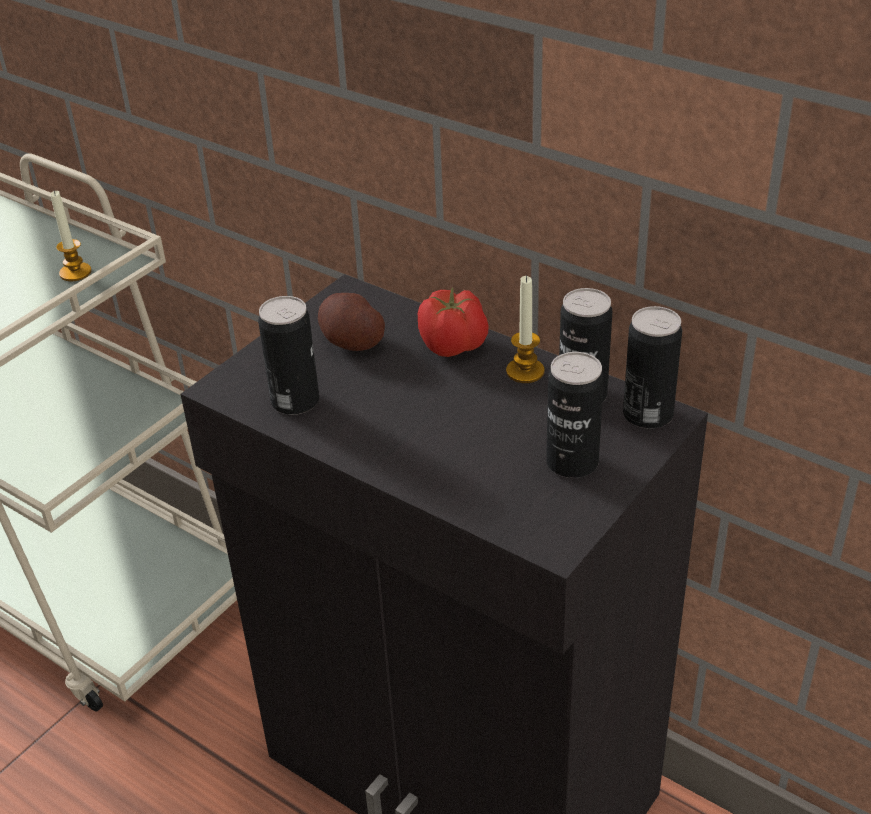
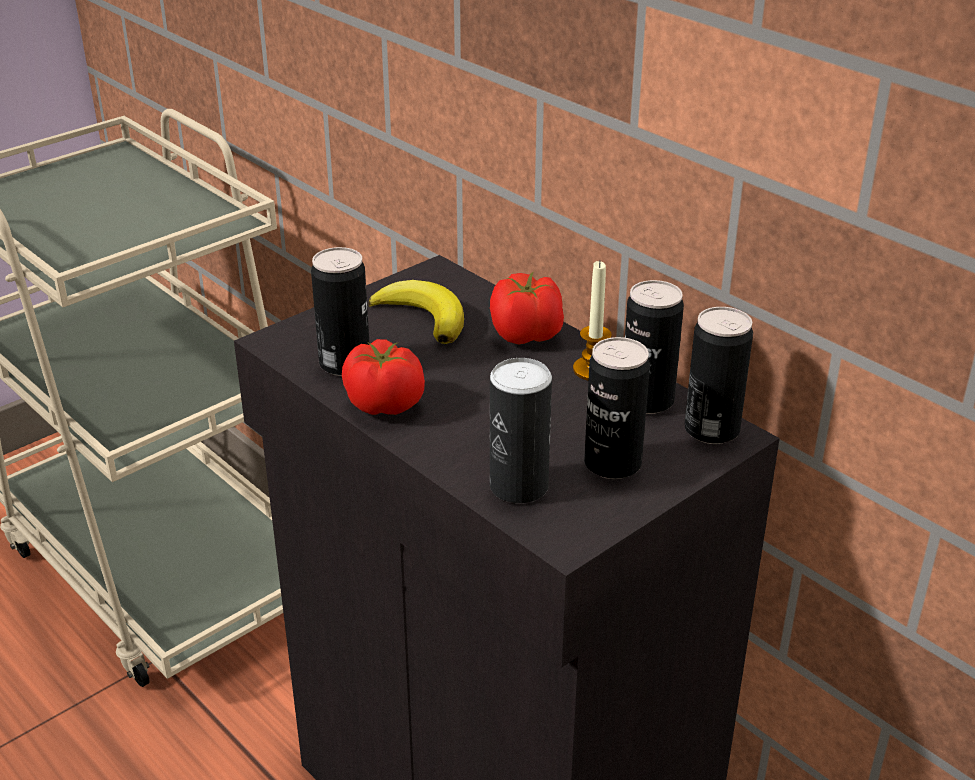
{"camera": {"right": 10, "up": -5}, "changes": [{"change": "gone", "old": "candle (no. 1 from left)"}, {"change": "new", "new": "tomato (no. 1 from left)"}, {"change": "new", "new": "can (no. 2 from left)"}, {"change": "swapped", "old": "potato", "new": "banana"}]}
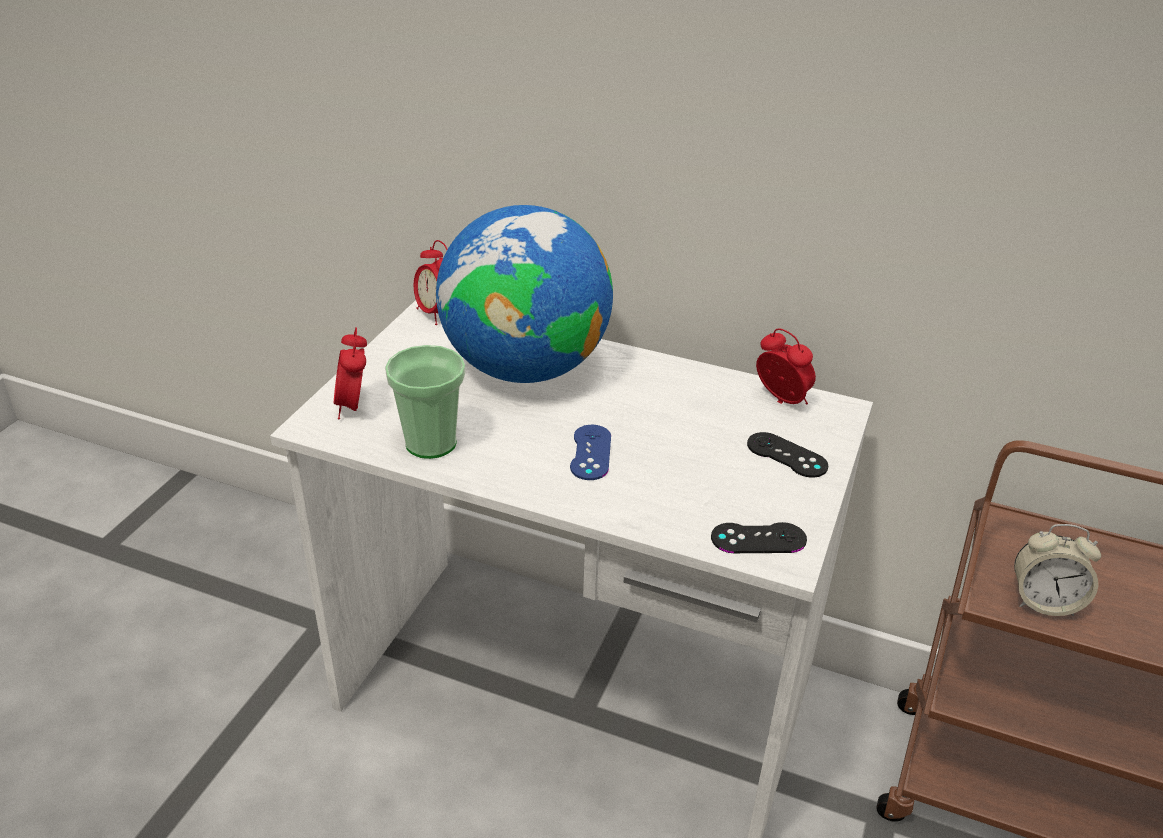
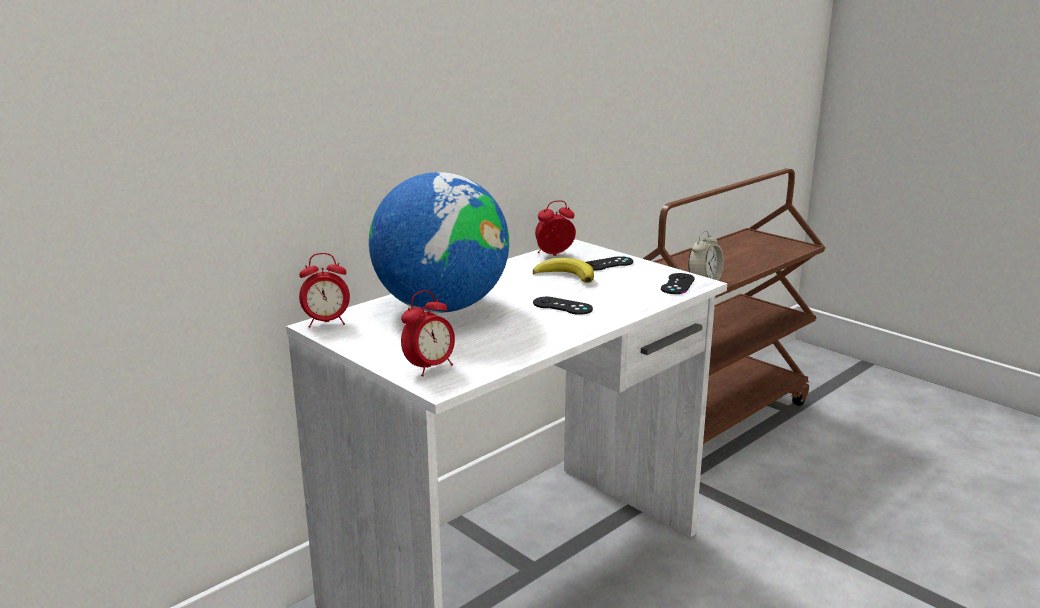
{"camera": {"right": -65, "up": -15}, "changes": [{"change": "gone", "old": "cup"}, {"change": "new", "new": "banana"}, {"change": "repainted", "old": "blue game controller", "new": "black game controller (no. 1 from left)"}, {"change": "rotated", "old": "alarm clock (no. 1 from left in the first image)", "degrees": -60}]}
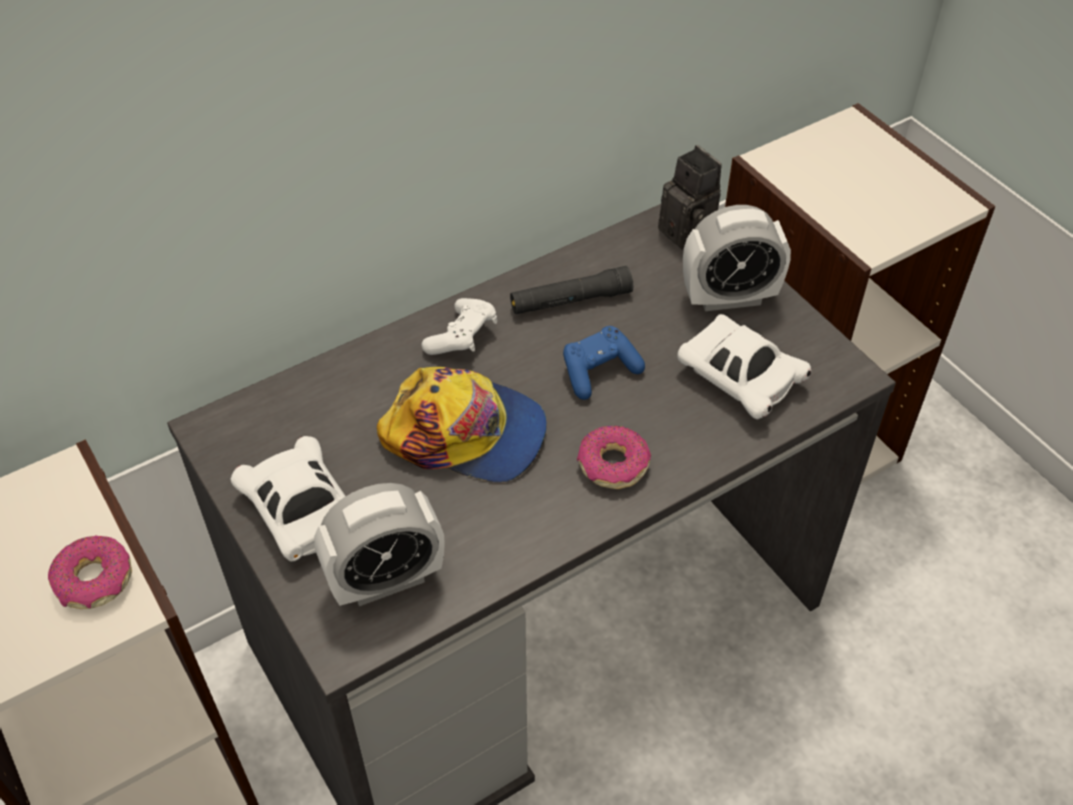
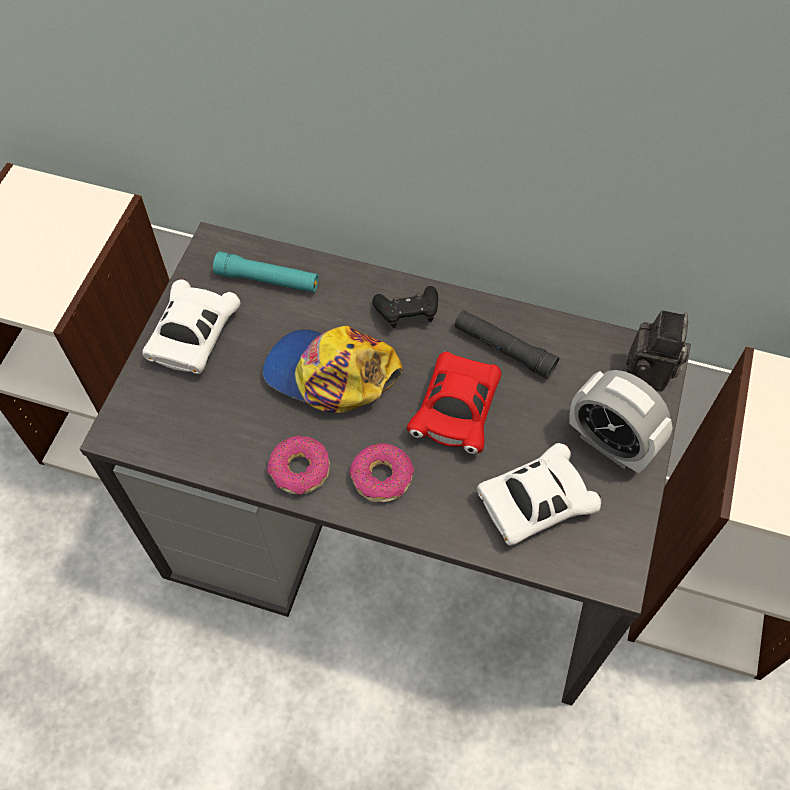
{"camera": {"right": 50, "up": 10}, "changes": [{"change": "gone", "old": "alarm clock (no. 1 from left)"}, {"change": "new", "new": "turquoise flashlight"}, {"change": "shifted", "old": "donut (no. 1 from left)"}, {"change": "swapped", "old": "blue game controller", "new": "red toy car"}, {"change": "repainted", "old": "white game controller", "new": "black game controller"}, {"change": "rotated", "old": "cap", "degrees": 135}, {"change": "rotated", "old": "white toy car (no. 2 from left)", "degrees": -120}]}
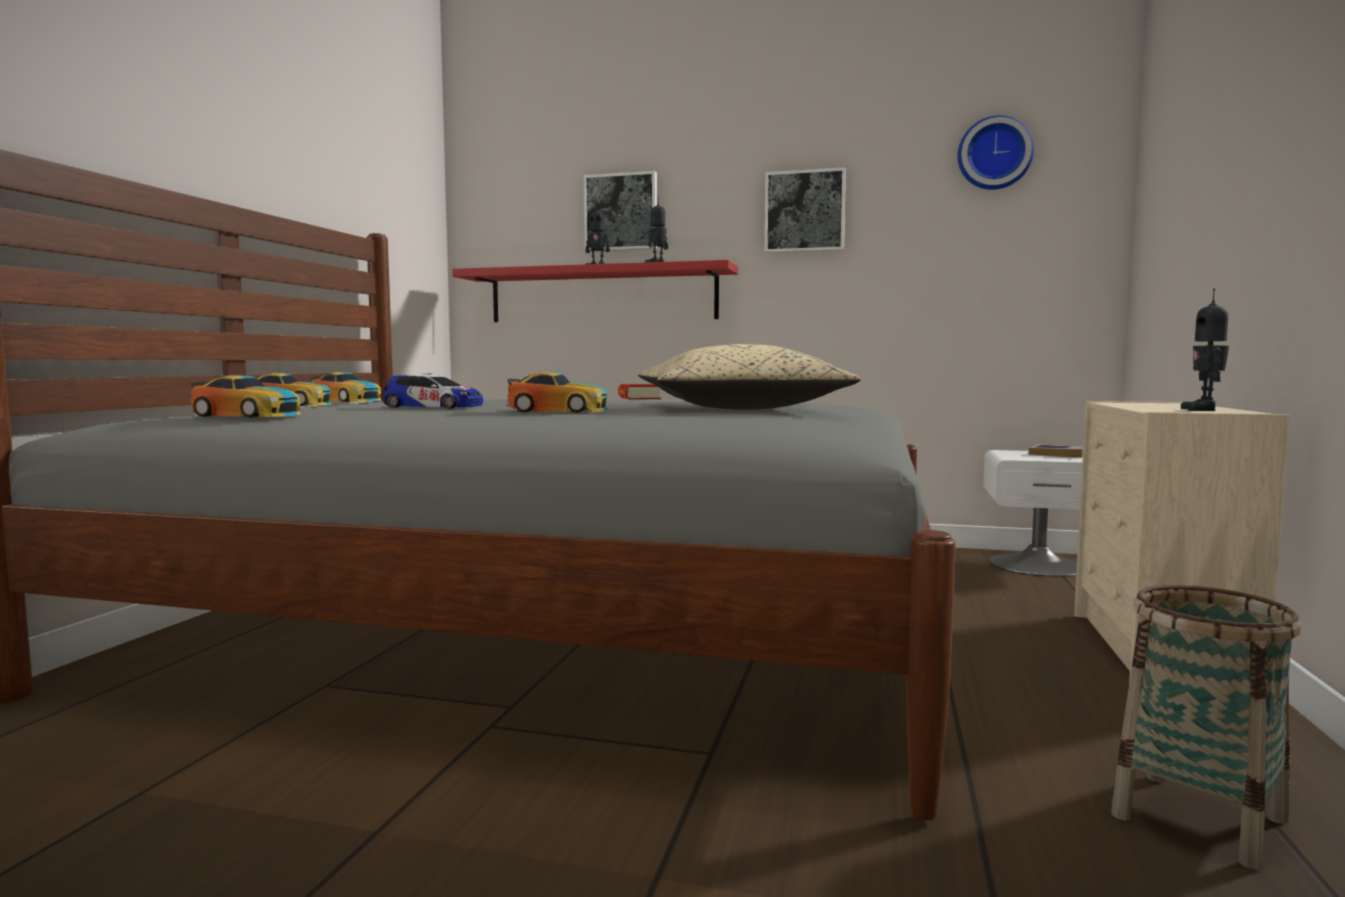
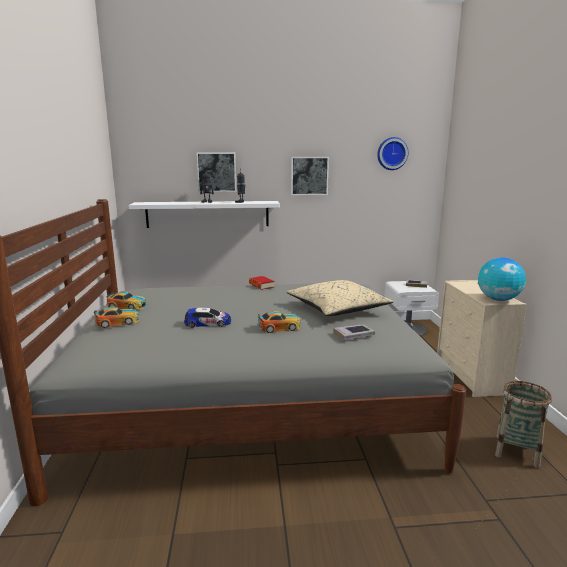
{"camera": {"right": -20, "up": 10}, "changes": [{"change": "gone", "old": "toy car (no. 1 from left)"}, {"change": "new", "new": "book (no. 2 from left)"}, {"change": "swapped", "old": "toy robot (no. 3 from left)", "new": "globe"}, {"change": "repainted", "old": "red shelf", "new": "white shelf"}]}
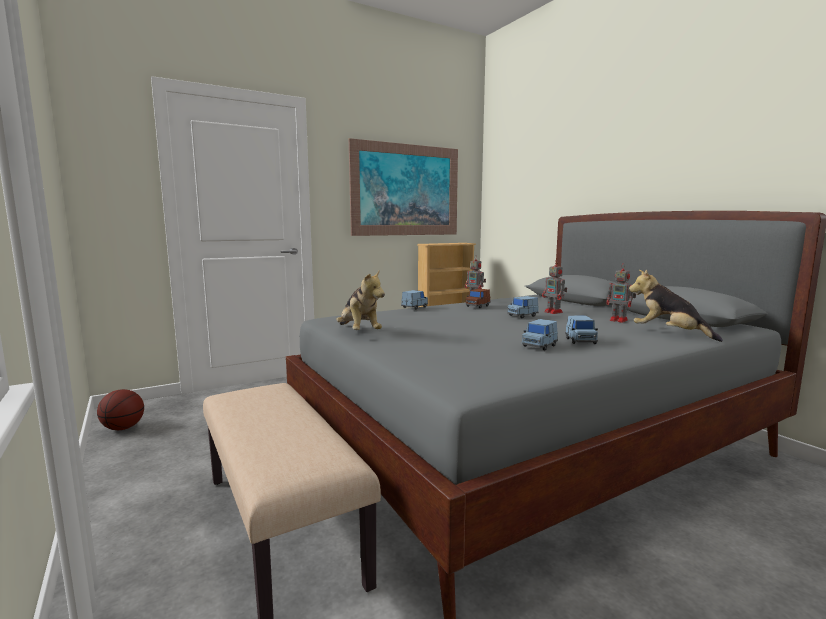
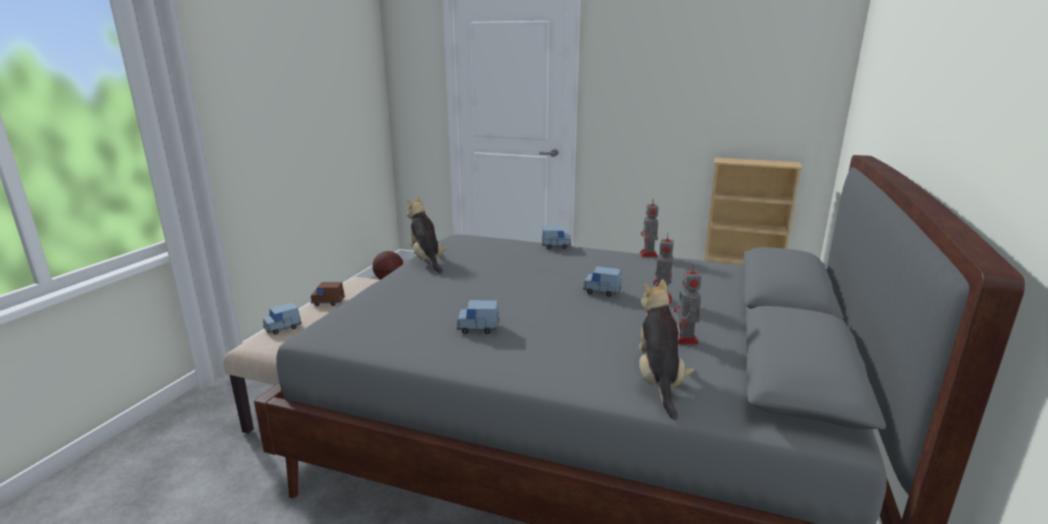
{"camera": {"right": 50, "up": 10}, "changes": [{"change": "gone", "old": "picture"}, {"change": "shifted", "old": "brown toy car"}, {"change": "shifted", "old": "blue toy car (no. 4 from left in the first image)", "new": "blue toy car (no. 1 from left)"}, {"change": "rotated", "old": "plush toy (no. 1 from left)", "degrees": 135}]}
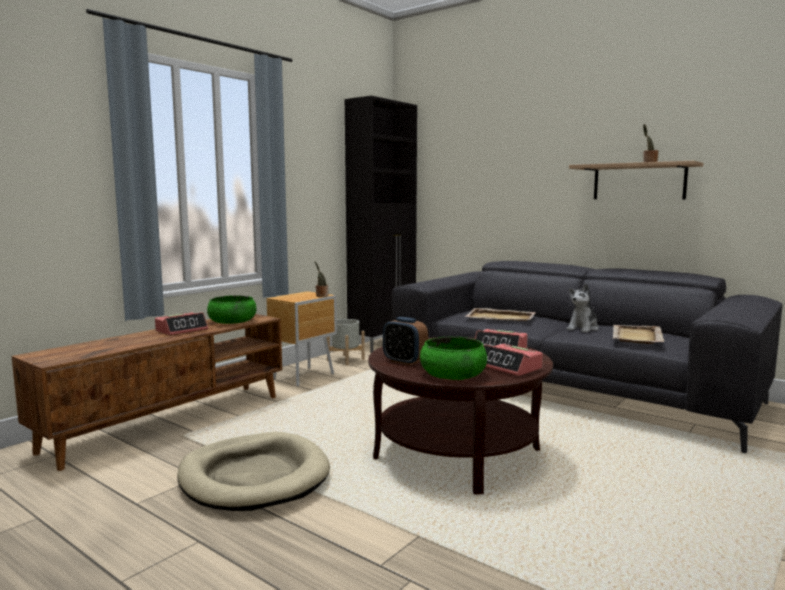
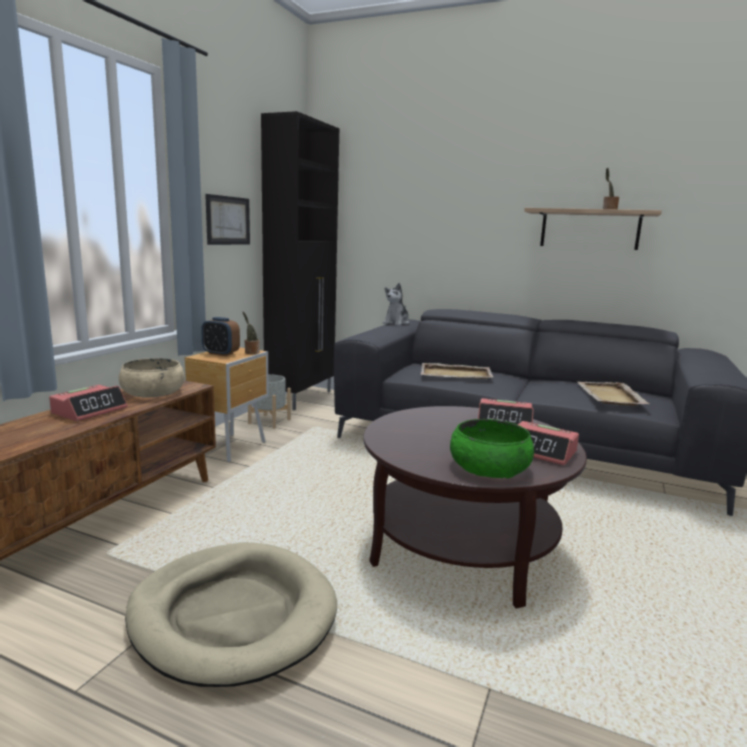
{"camera": {"right": -15, "up": 5}, "changes": [{"change": "new", "new": "picture"}, {"change": "shifted", "old": "alarm clock (no. 2 from left)"}, {"change": "shifted", "old": "plush toy"}, {"change": "repainted", "old": "green bowl (no. 1 from left)", "new": "beige bowl"}]}
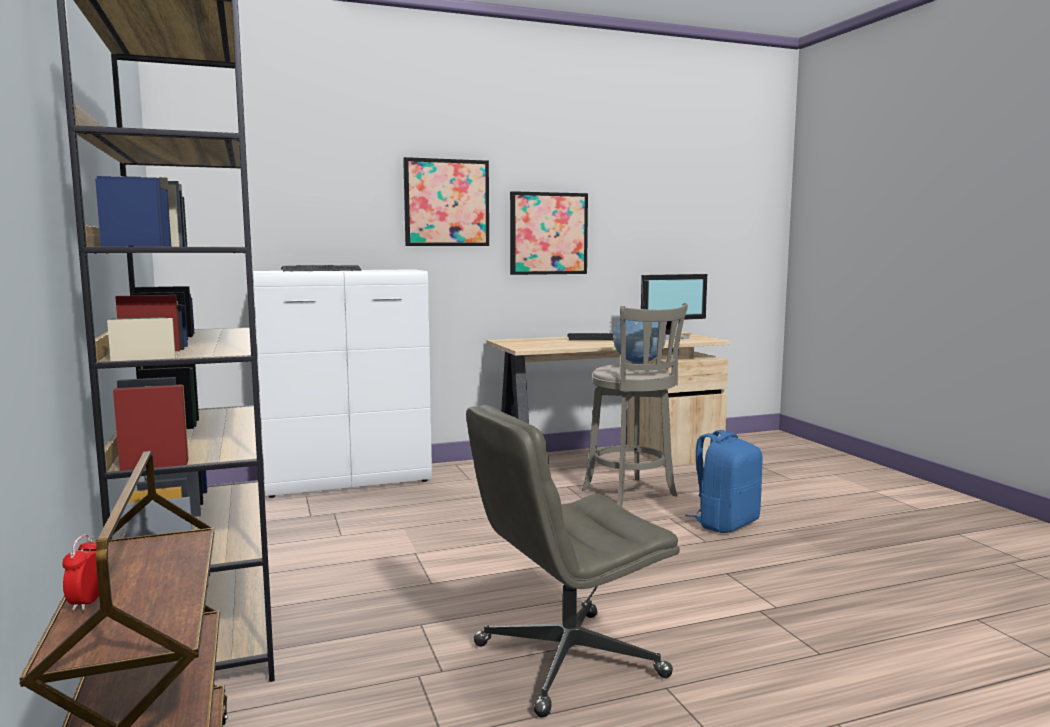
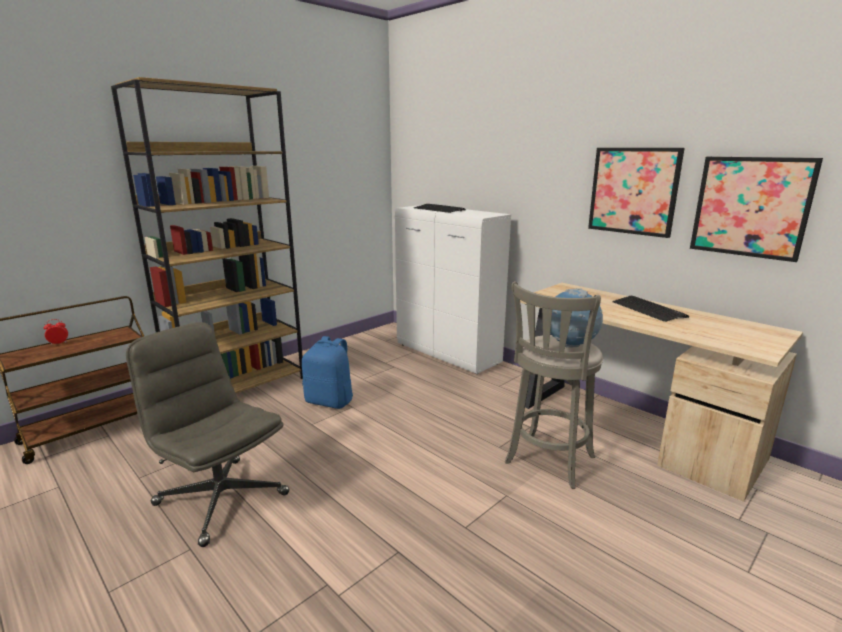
{"camera": {"right": 65, "up": 10}, "changes": [{"change": "gone", "old": "monitor"}, {"change": "shifted", "old": "picture (no. 1 from left in the first image)", "new": "picture (no. 2 from left)"}, {"change": "shifted", "old": "blue backpack"}]}
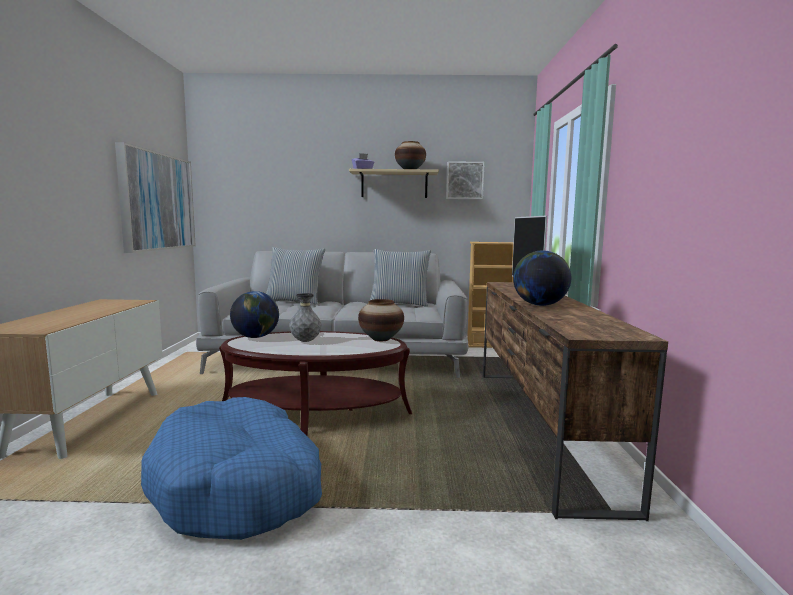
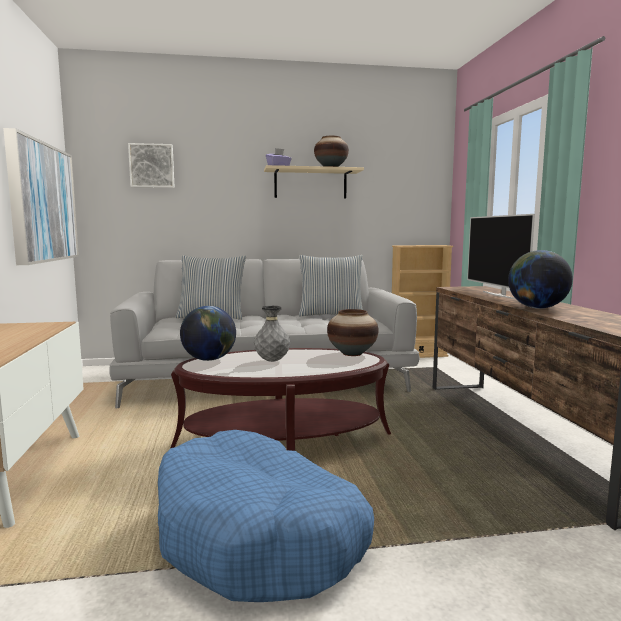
{"camera": {"right": -10, "up": 0}, "changes": [{"change": "shifted", "old": "picture (no. 2 from left)"}]}
